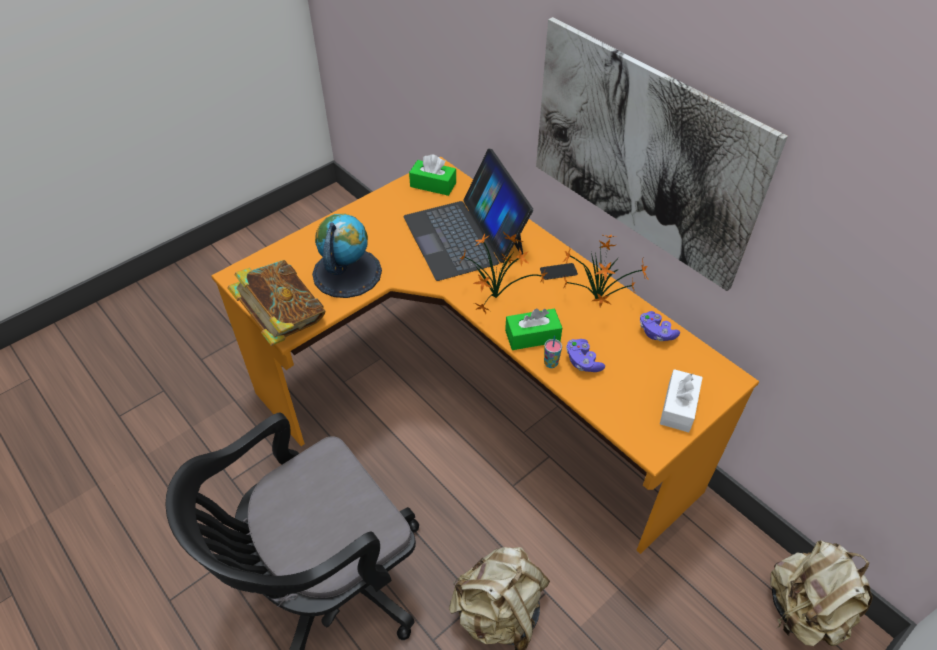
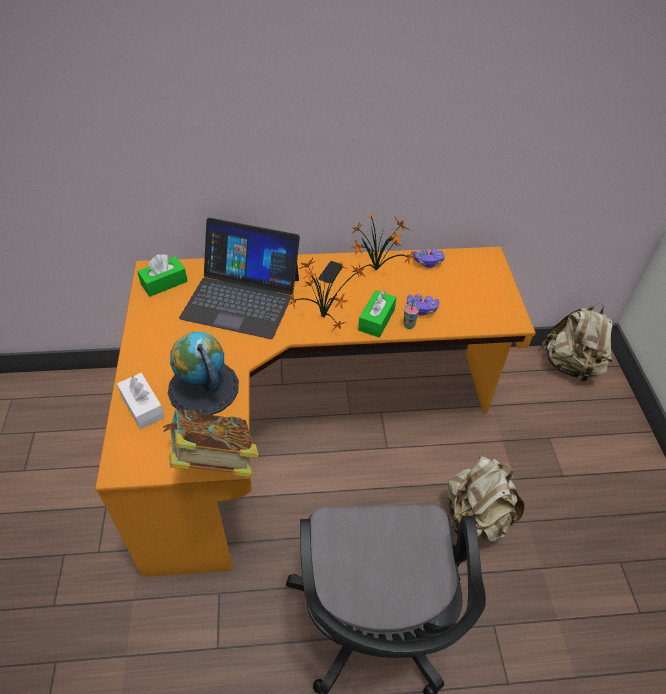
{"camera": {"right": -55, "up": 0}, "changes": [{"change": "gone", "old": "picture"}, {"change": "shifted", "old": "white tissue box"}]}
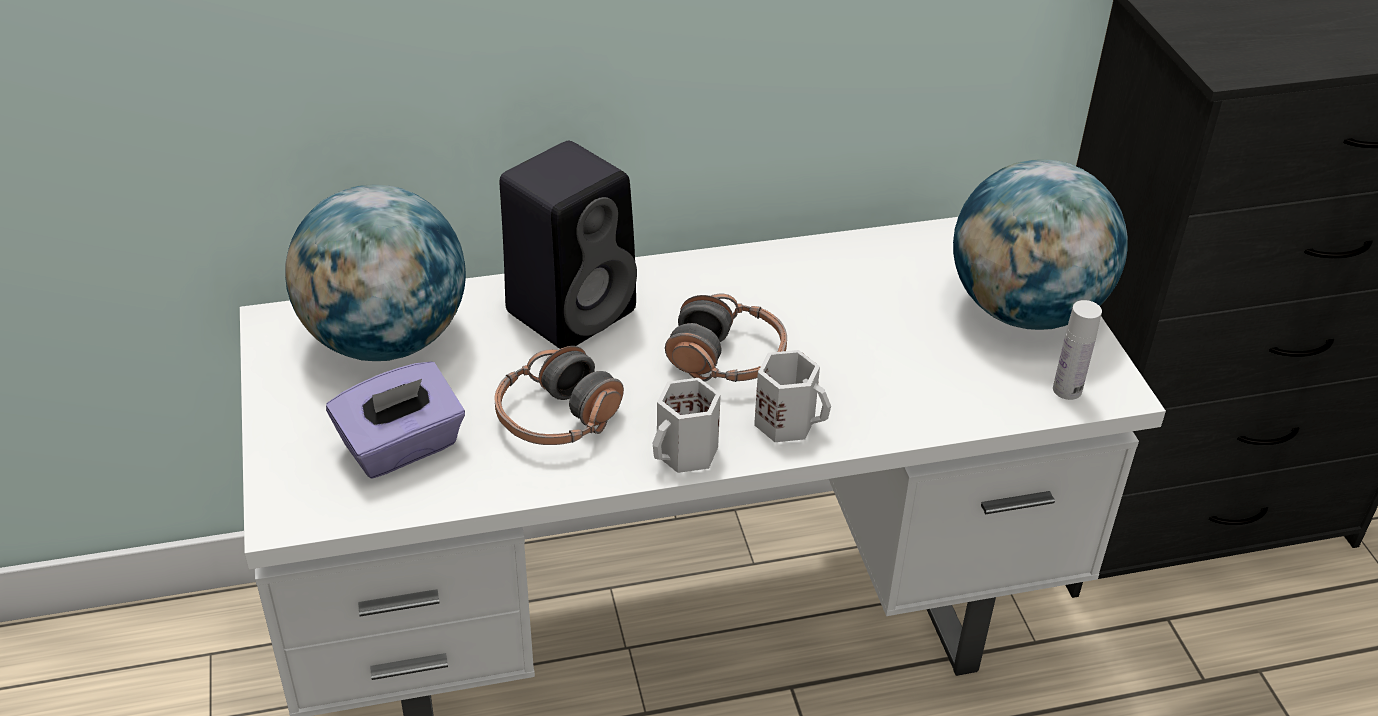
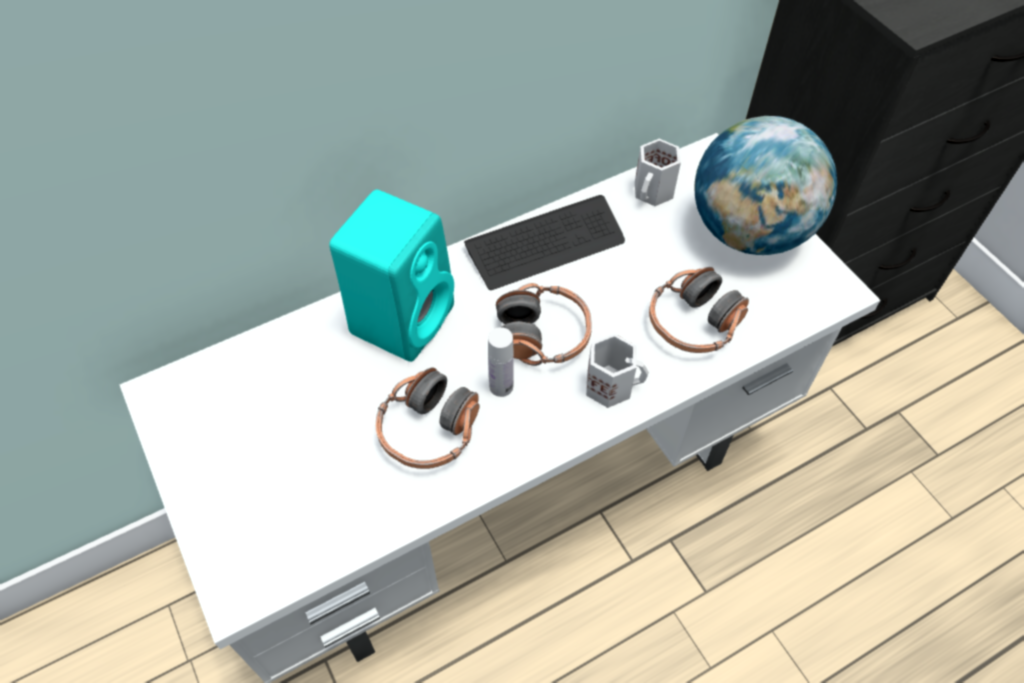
{"camera": {"right": -15, "up": 15}, "changes": [{"change": "gone", "old": "globe (no. 1 from left)"}, {"change": "gone", "old": "purple tissue box"}, {"change": "new", "new": "keyboard"}, {"change": "new", "new": "headphones (no. 3 from left)"}, {"change": "shifted", "old": "white mug (no. 1 from left in the first image)", "new": "white mug (no. 2 from left)"}, {"change": "shifted", "old": "white bottle"}, {"change": "repainted", "old": "black speaker", "new": "turquoise speaker"}]}
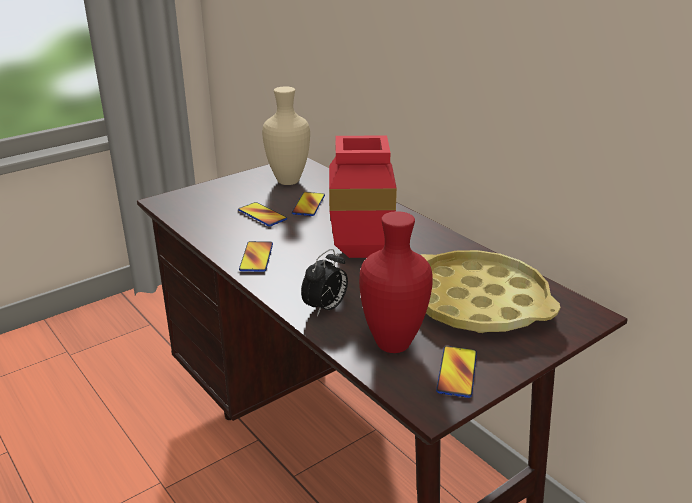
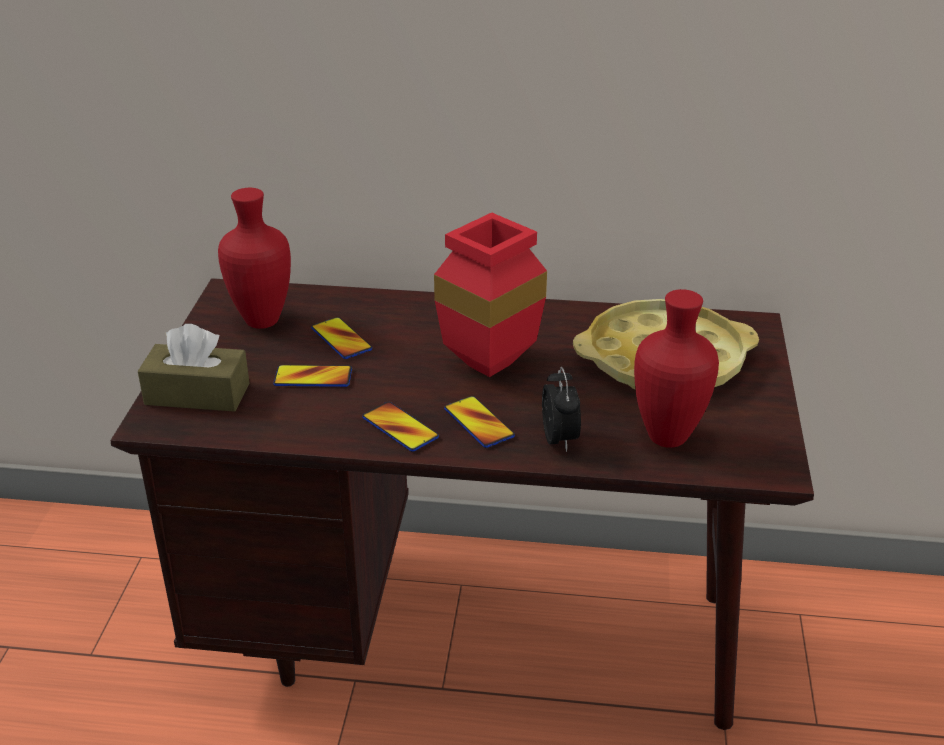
{"camera": {"right": -45, "up": 5}, "changes": [{"change": "new", "new": "brown tissue box"}, {"change": "shifted", "old": "phone (no. 4 from left)"}, {"change": "repainted", "old": "beige vase", "new": "red vase (no. 1 from left)"}]}
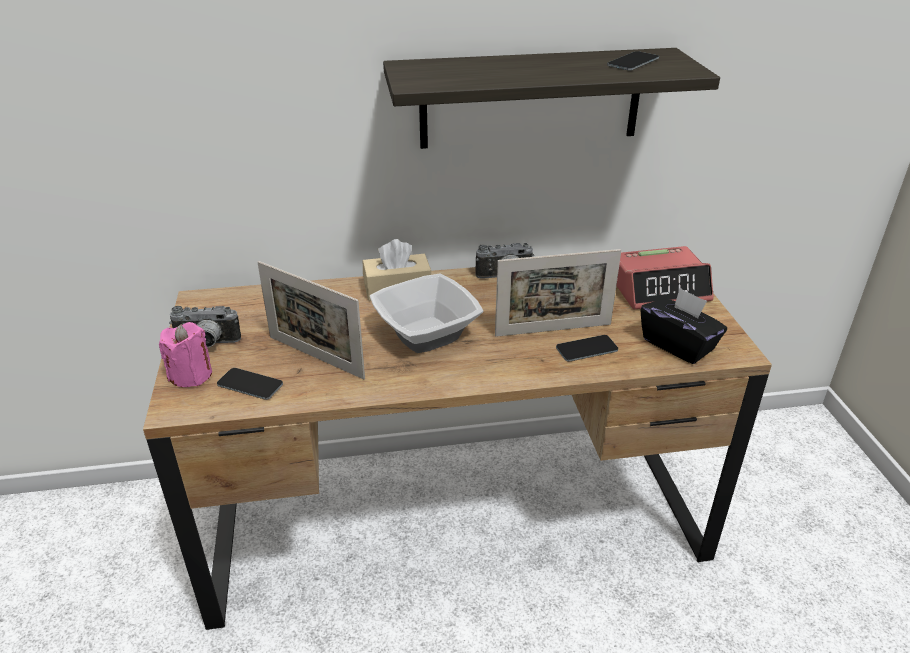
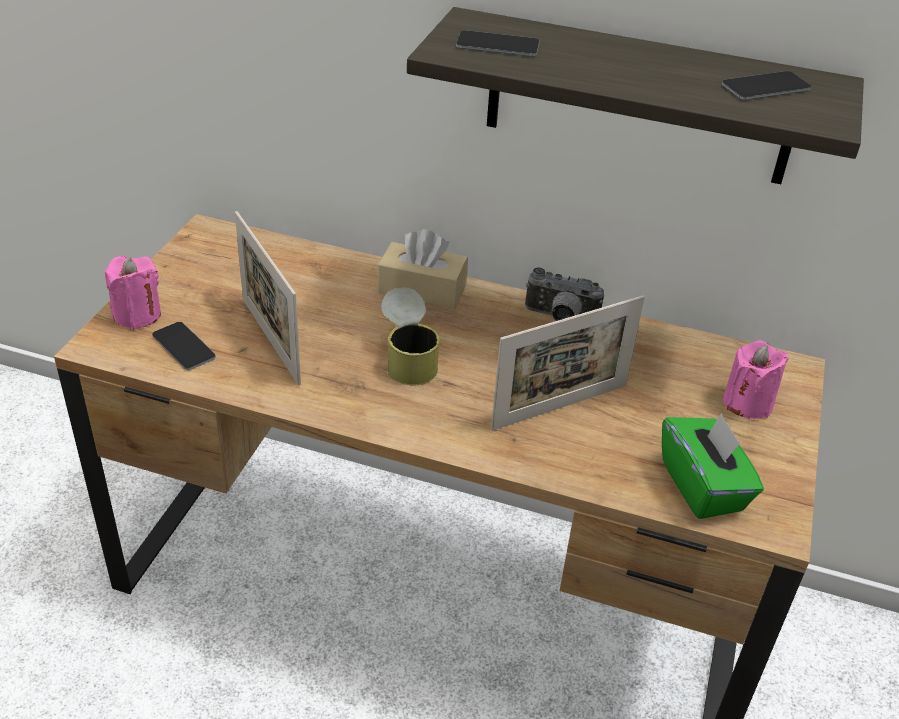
{"camera": {"right": 25, "up": 5}, "changes": [{"change": "gone", "old": "photo camera (no. 1 from left)"}, {"change": "shifted", "old": "phone (no. 2 from left)"}, {"change": "swapped", "old": "bowl", "new": "can"}, {"change": "swapped", "old": "alarm clock", "new": "pink candle (no. 2 from left)"}, {"change": "repainted", "old": "black tissue box", "new": "green tissue box"}, {"change": "rotated", "old": "picture frame (no. 2 from left)", "degrees": -45}]}
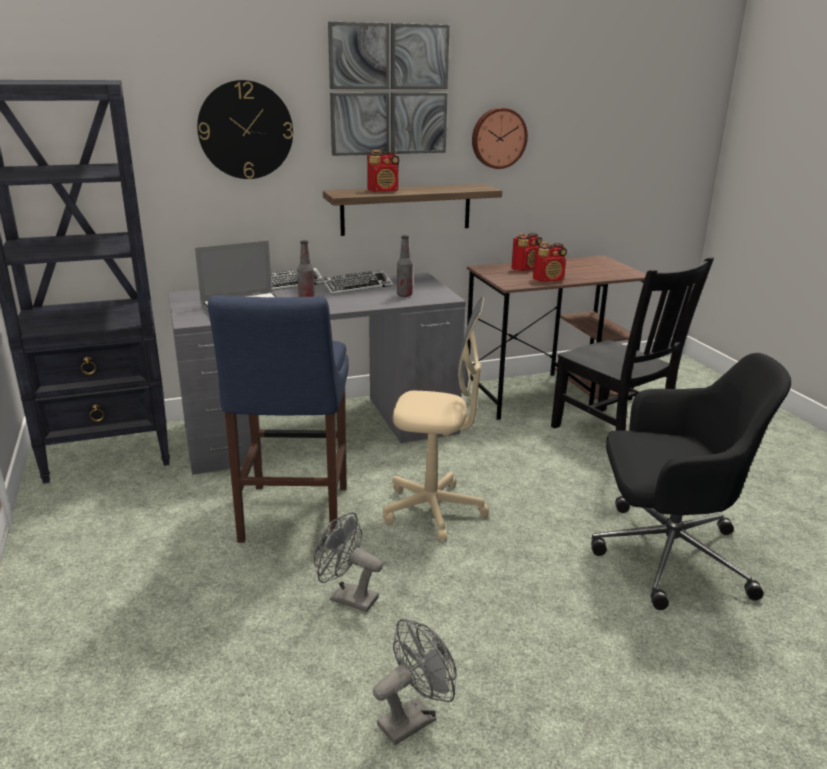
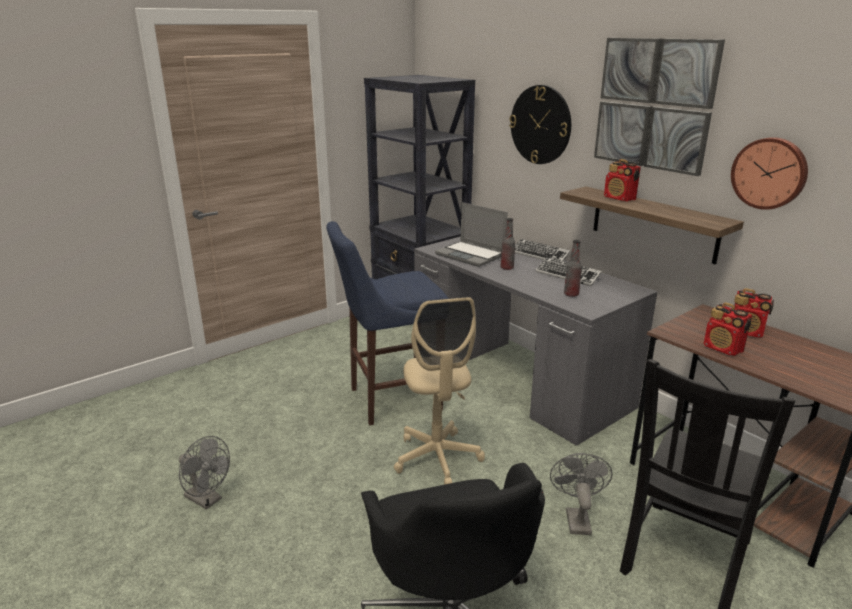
{"camera": {"right": 70, "up": 0}, "changes": [{"change": "shifted", "old": "grey fan (no. 1 from left in the first image)", "new": "grey fan (no. 2 from left)"}]}
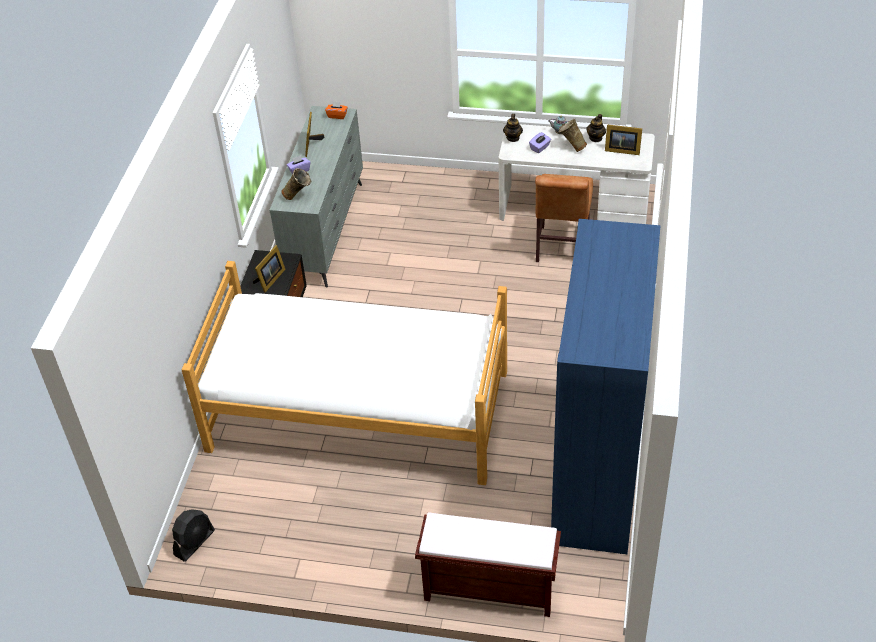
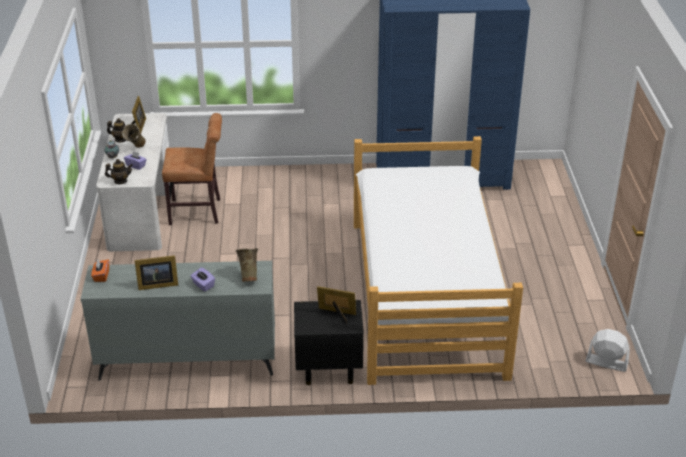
{"camera": {"right": -105, "up": -10}, "changes": [{"change": "gone", "old": "brown bench"}, {"change": "repainted", "old": "black fan", "new": "white fan"}]}
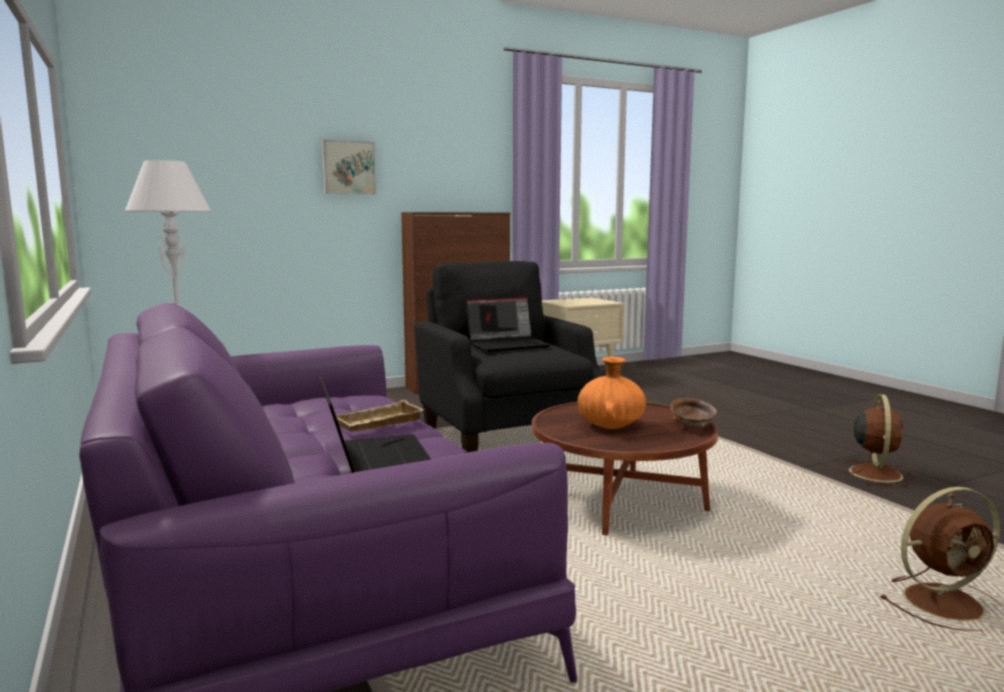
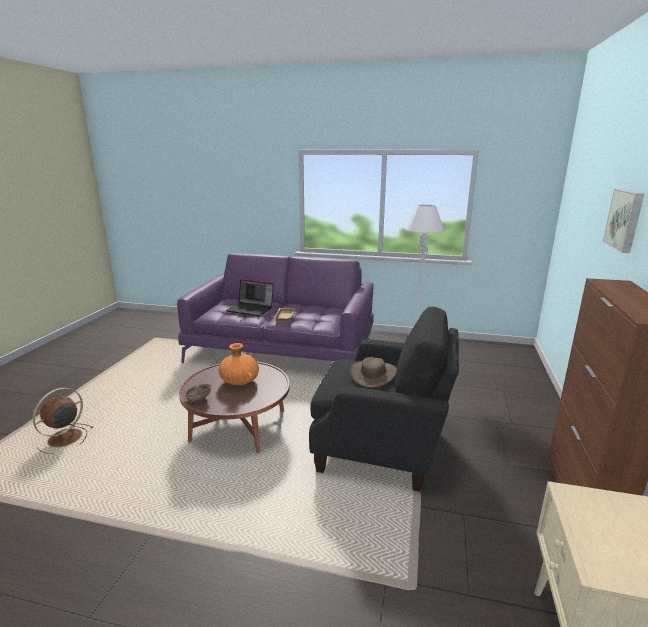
{"camera": {"right": 130, "up": 10}, "changes": [{"change": "gone", "old": "brown fan (no. 1 from left)"}, {"change": "swapped", "old": "laptop (no. 2 from left)", "new": "brown hat"}]}
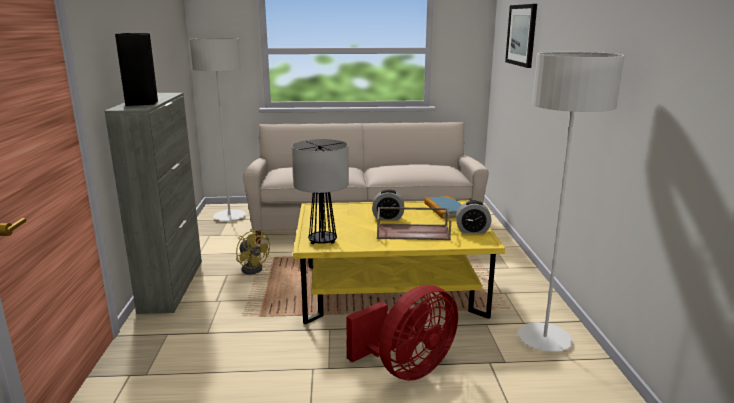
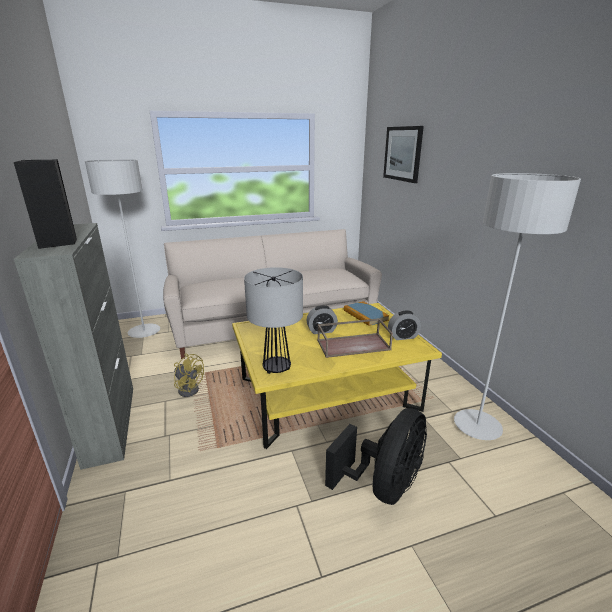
{"camera": {"right": -15, "up": 5}, "changes": [{"change": "repainted", "old": "red fan", "new": "black fan"}]}
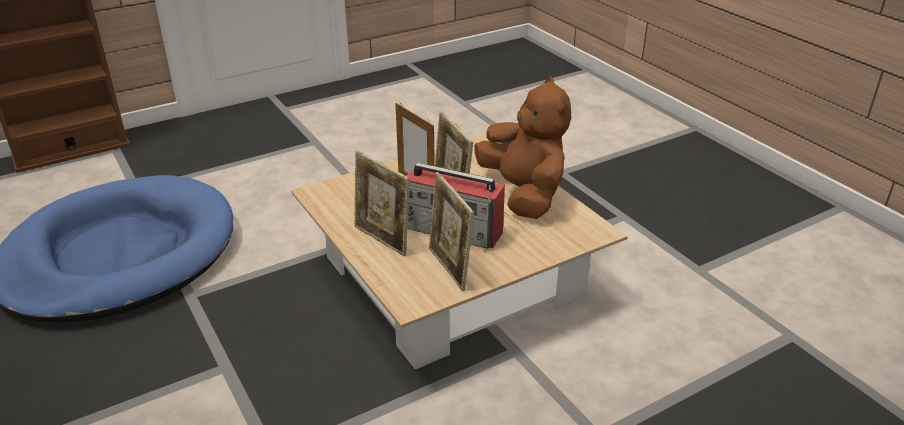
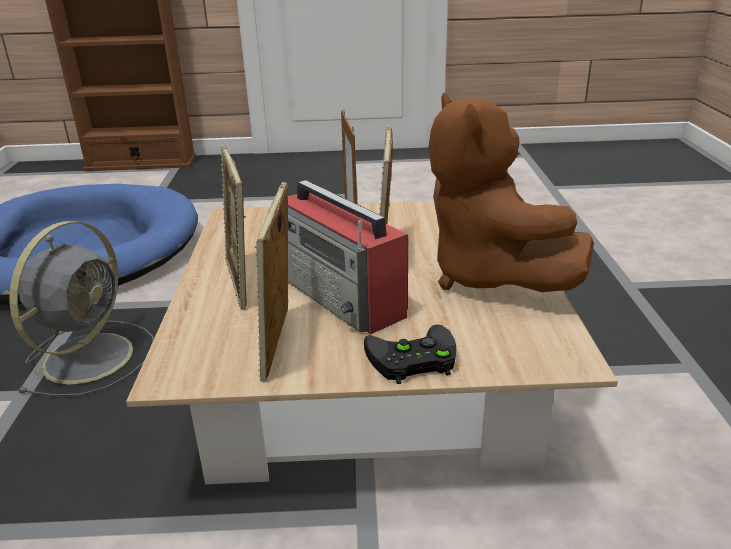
{"camera": {"right": 30, "up": -5}, "changes": [{"change": "new", "new": "grey fan"}, {"change": "new", "new": "black game controller"}, {"change": "rotated", "old": "brown plush toy", "degrees": 150}]}
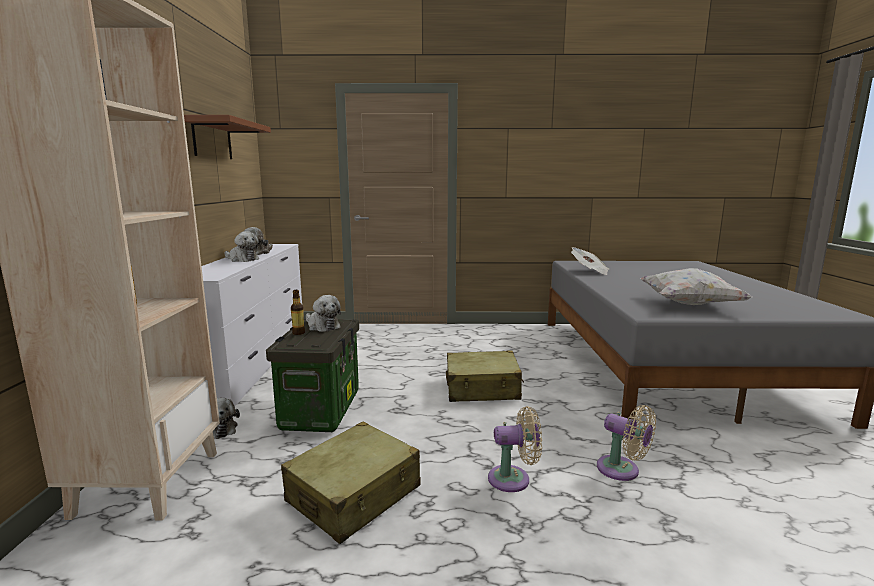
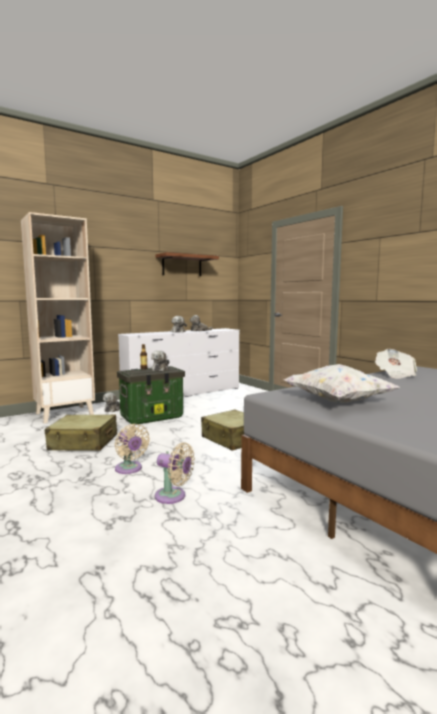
{"camera": {"right": 55, "up": -5}, "changes": [{"change": "rotated", "old": "beige fan (no. 2 from left)", "degrees": -75}]}
